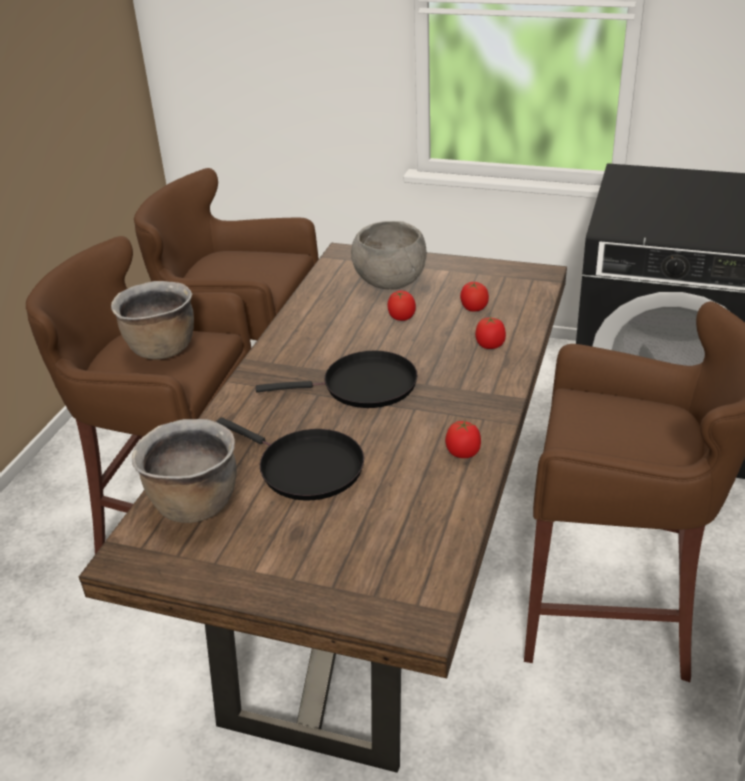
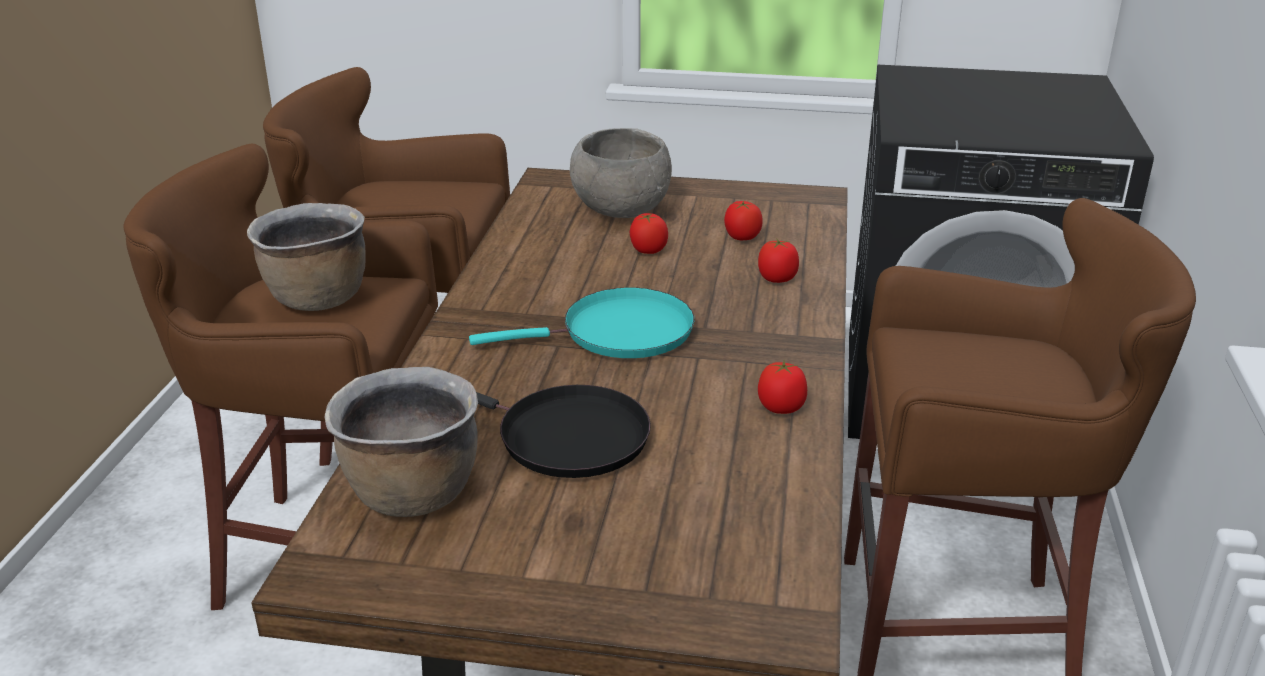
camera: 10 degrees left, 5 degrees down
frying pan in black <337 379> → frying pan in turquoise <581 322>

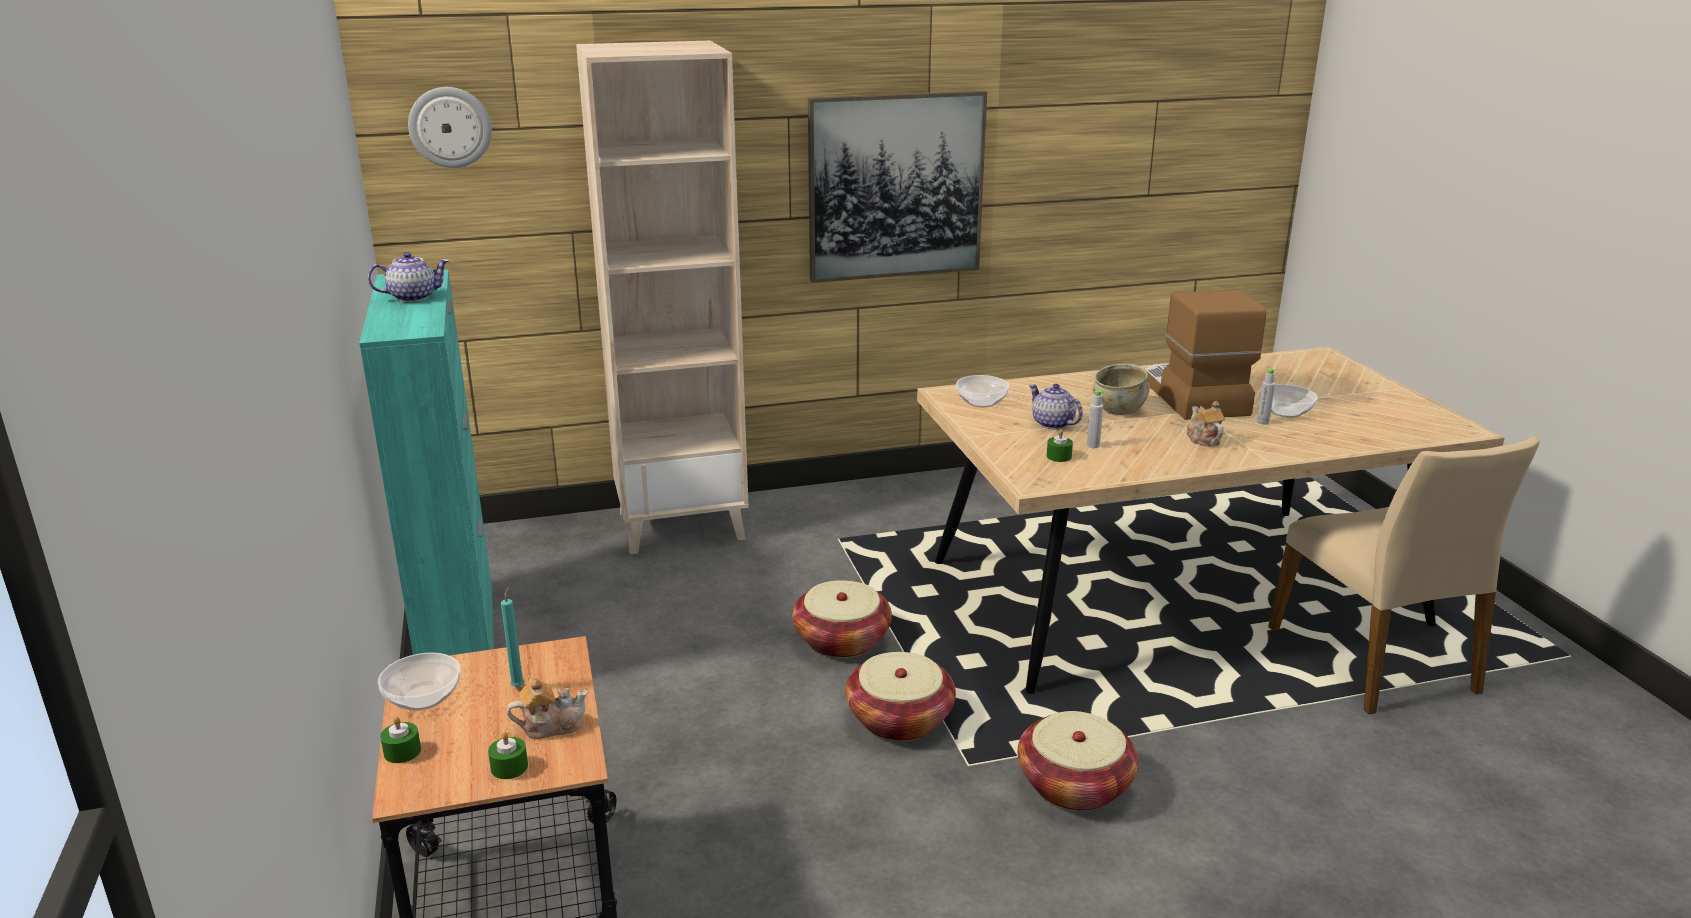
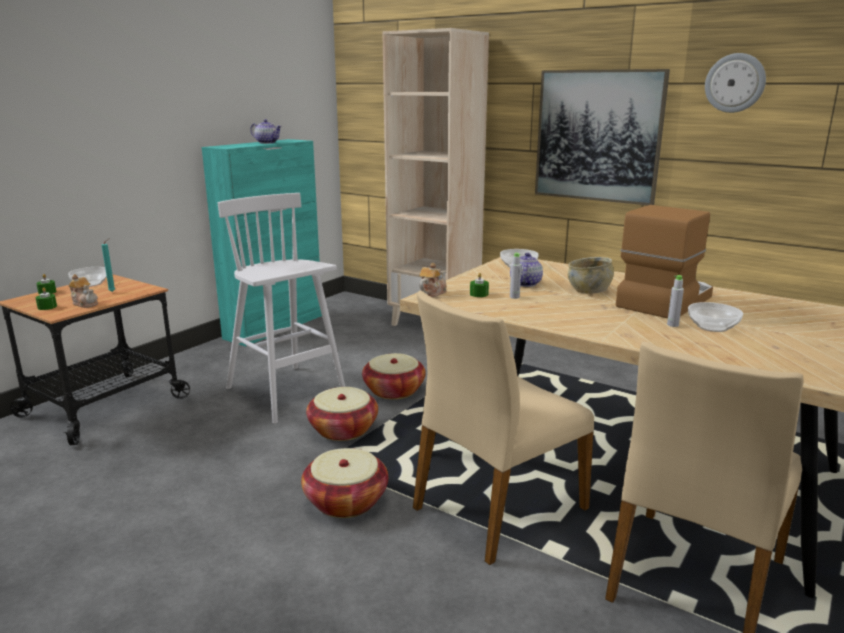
camera: 50 degrees right, 5 degrees down
- → stool in white <281 308>
- → chair in beige <503 427>
teapot <1206 423> → teapot <433 280>, move
wall clock <450 127> → wall clock <735 83>, move

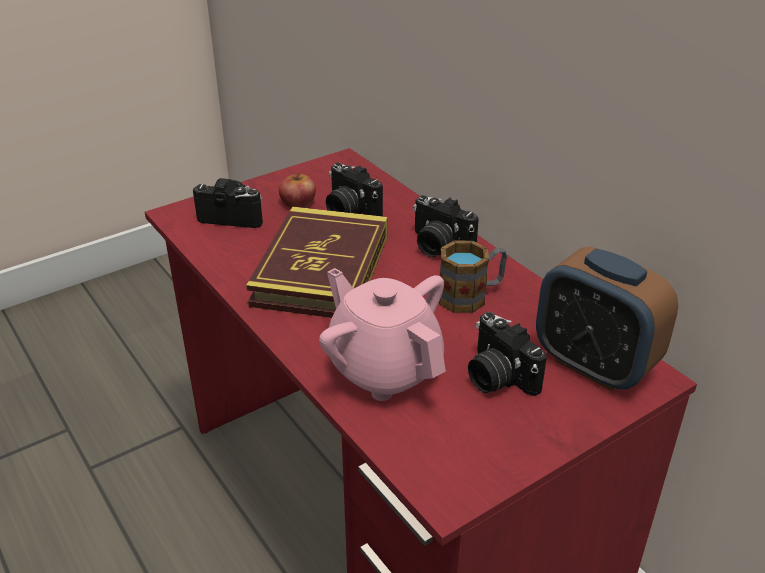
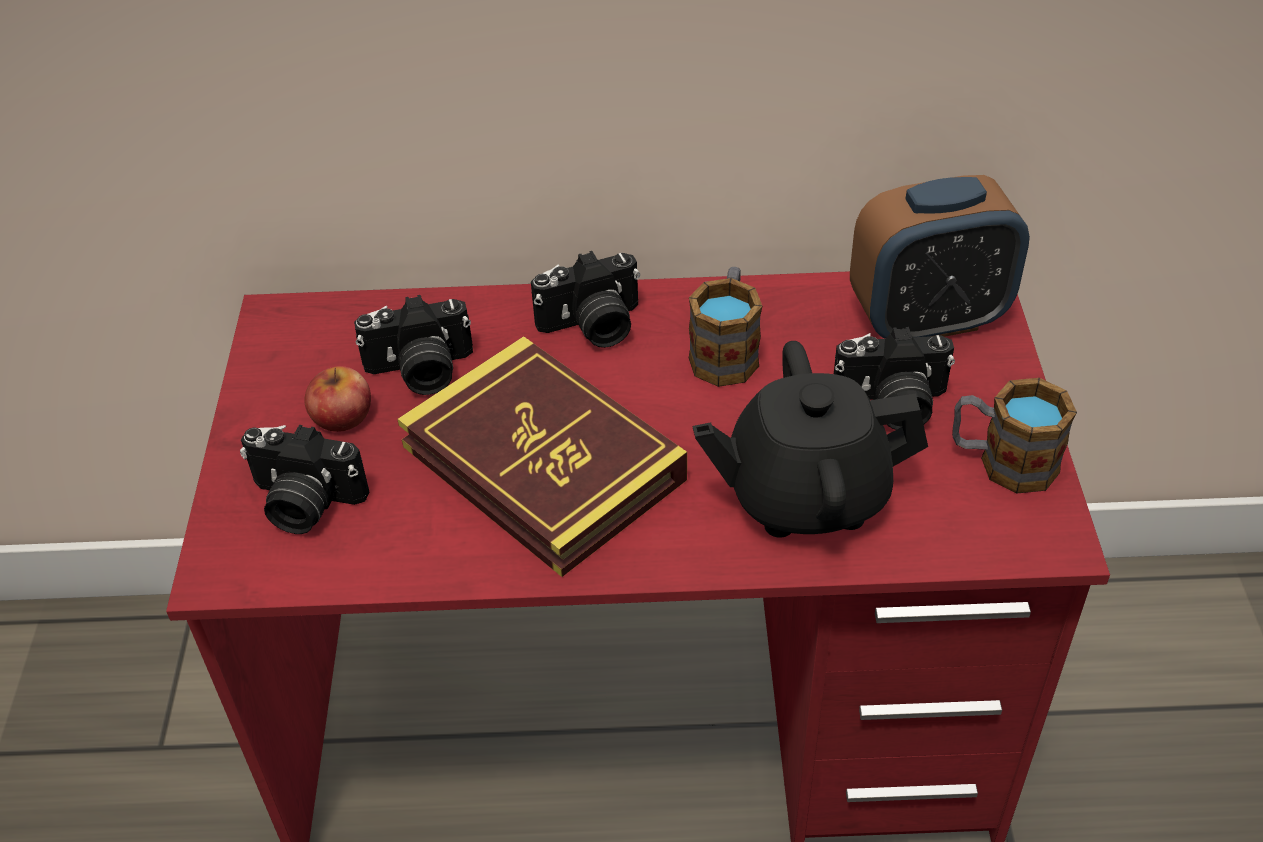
camera: 55 degrees left, 10 degrees up
photo camera <228 203> → photo camera <305 479>, 120 degrees counterclockwise
teapot in pink <382 334> → teapot in black <810 439>
- → mug <1014 436>

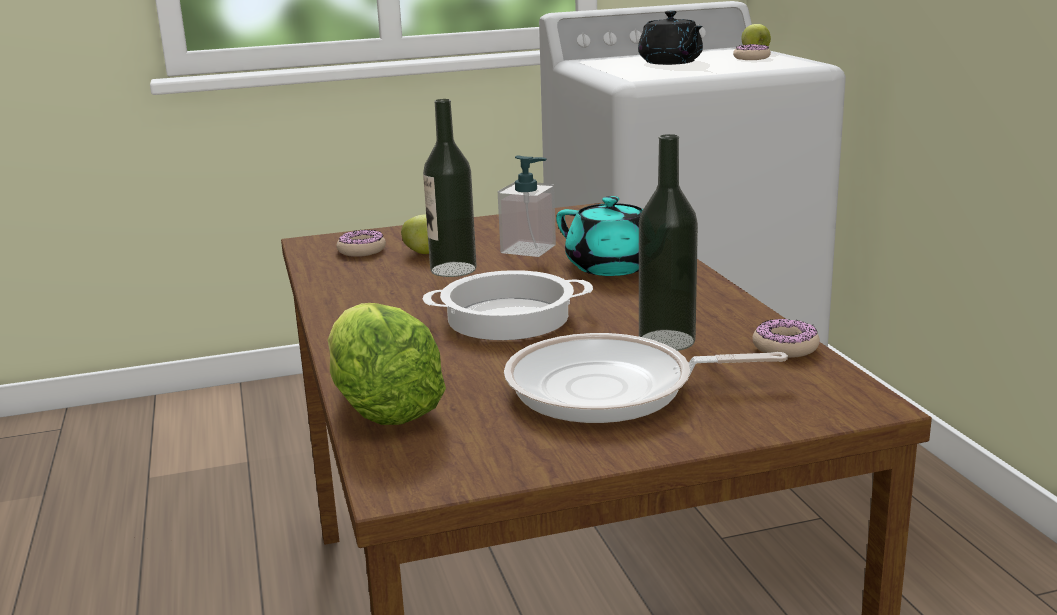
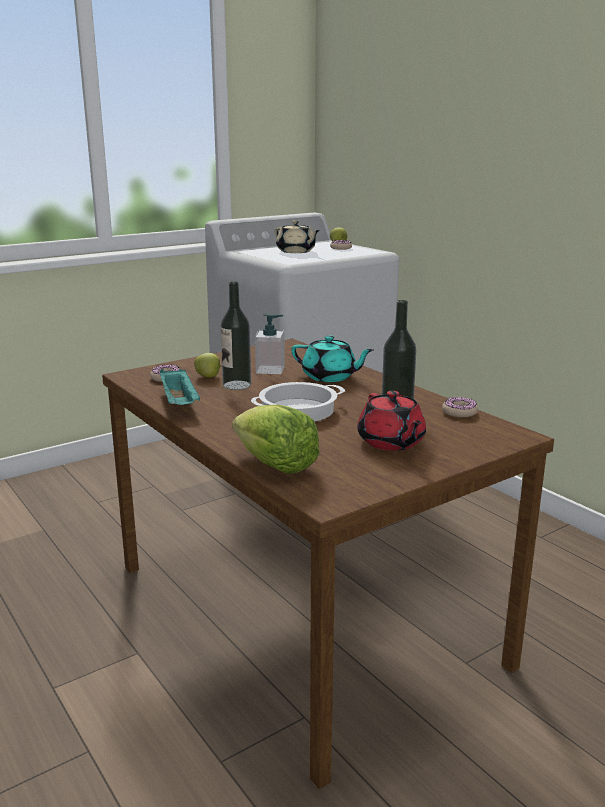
camera: 20 degrees left, 0 degrees up
- → tray in turquoise <180 387>
teapot in black <670 38> → teapot in beige <297 236>
frying pan <646 378> → teapot in red <391 421>

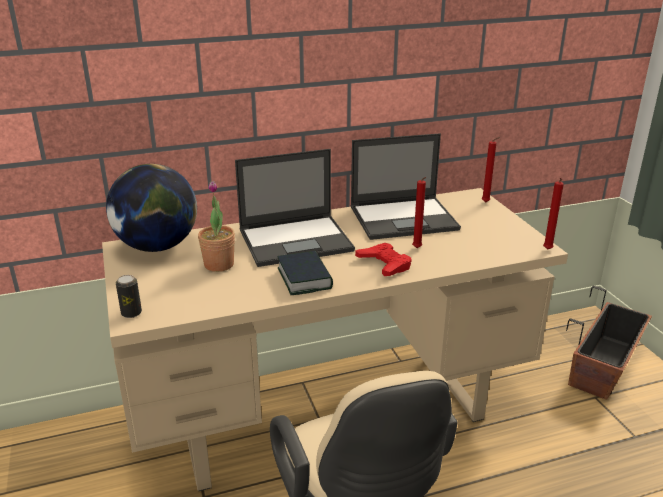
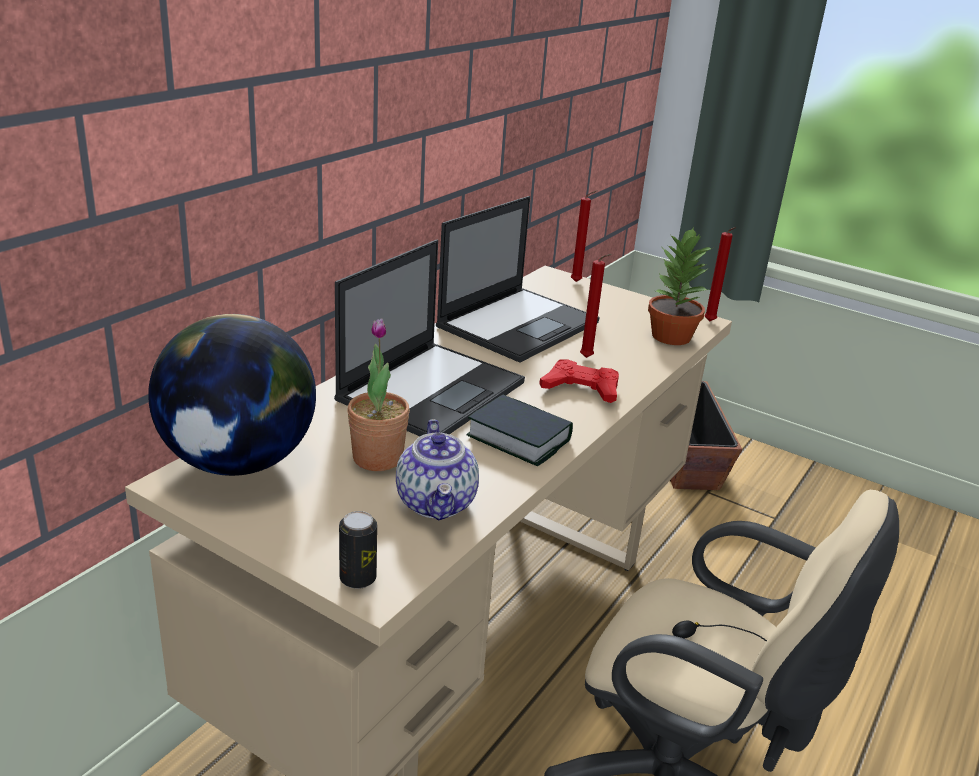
camera: 40 degrees left, 0 degrees up
- → teapot <437 469>
- → potted plant <679 286>

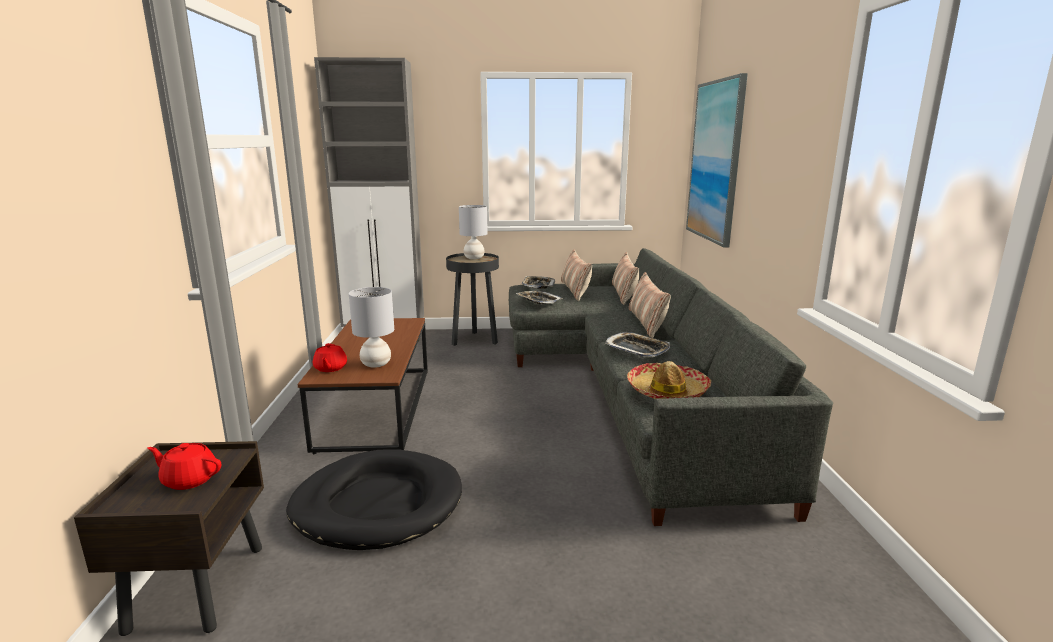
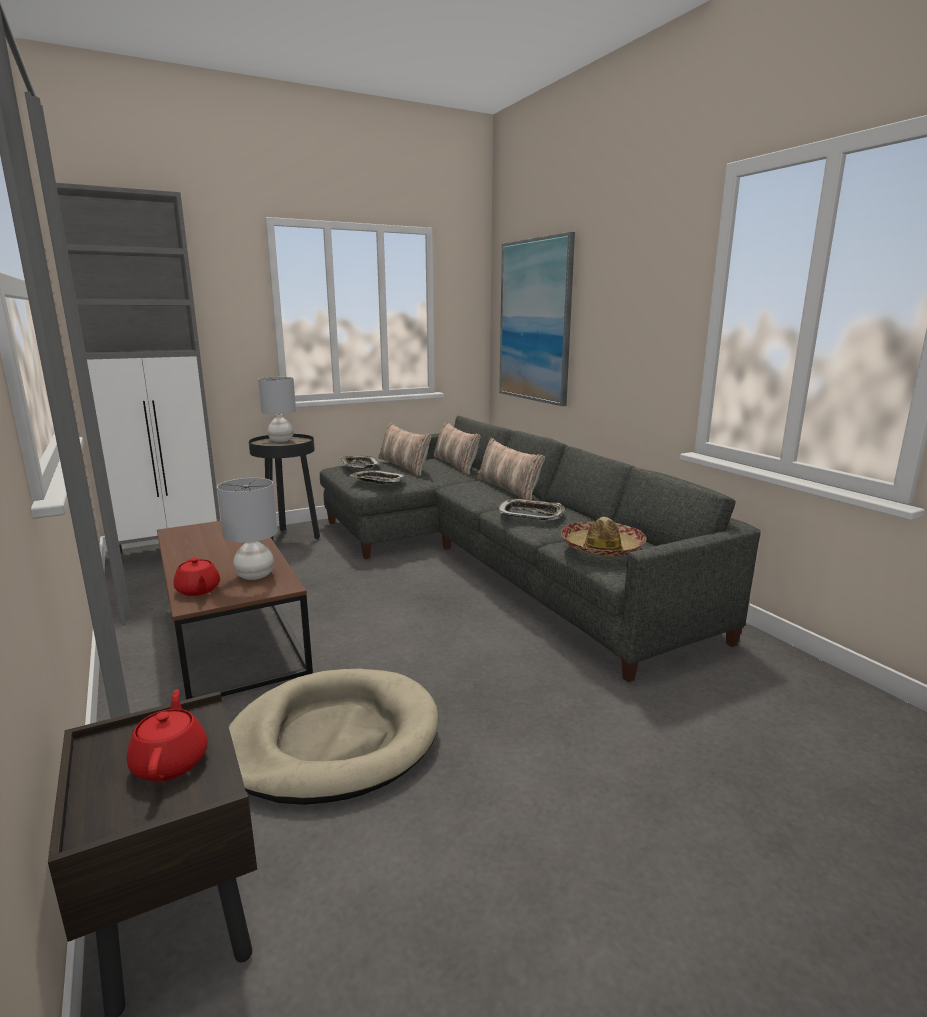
camera: 25 degrees left, 0 degrees up
teapot in red <184 466> → teapot in red <167 735>, 90 degrees clockwise
dog bed in black <374 499> → dog bed in beige <333 737>

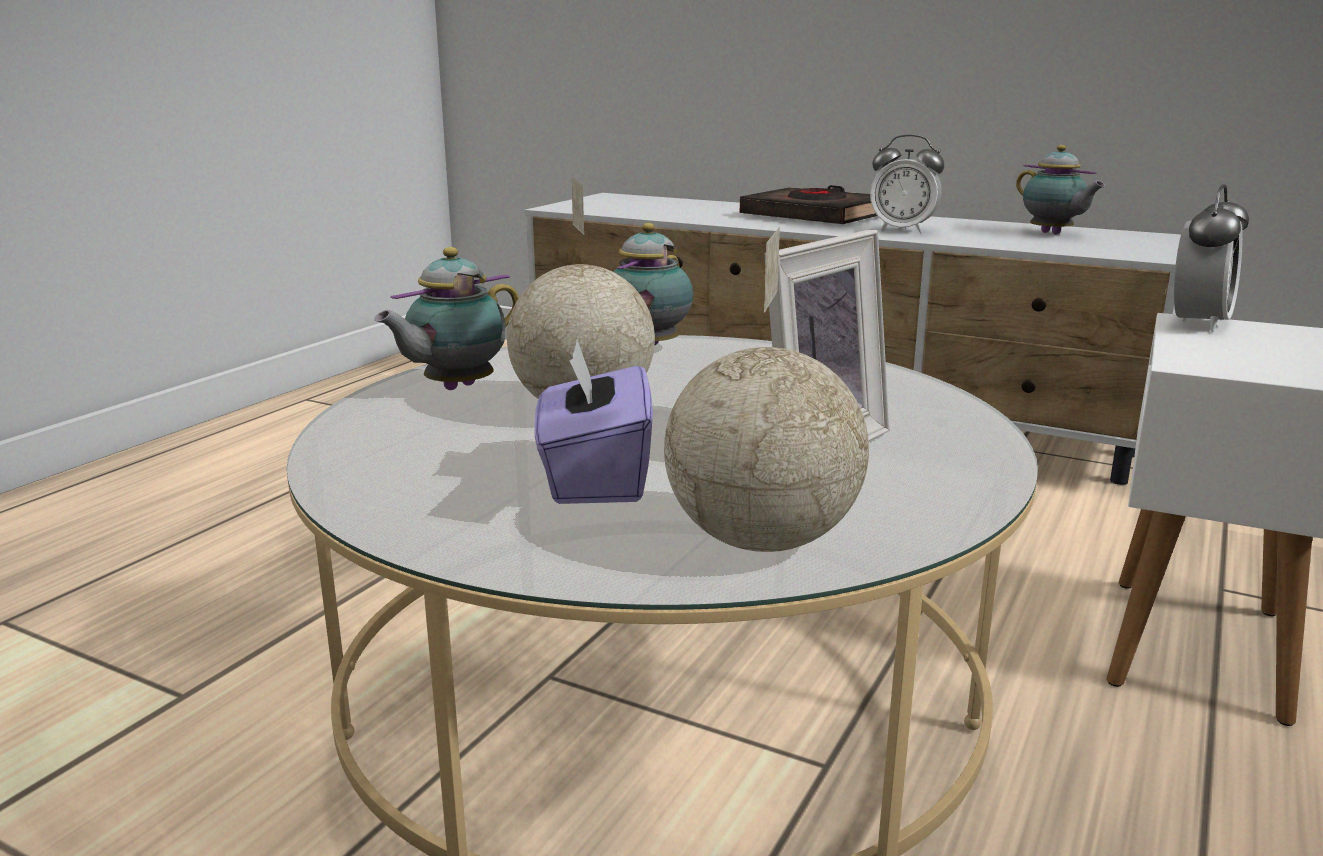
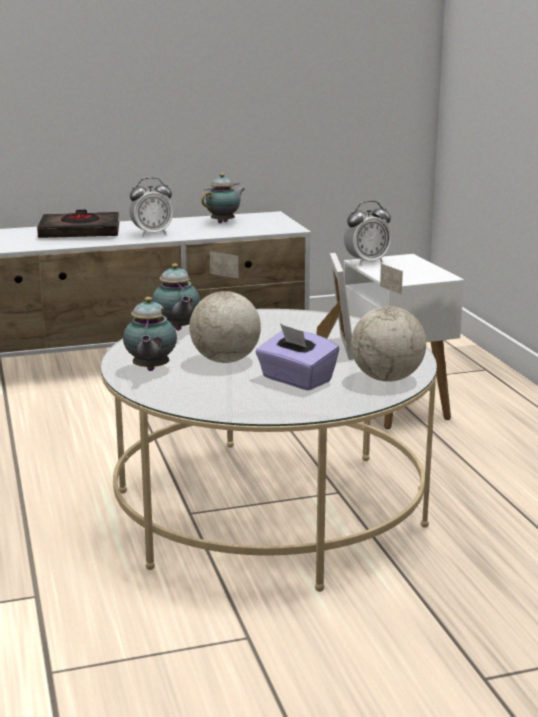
camera: 45 degrees left, 0 degrees up
teapot <1060 190> → teapot <222 198>, 60 degrees counterclockwise
alarm clock <1211 258> → alarm clock <368 233>, 75 degrees clockwise

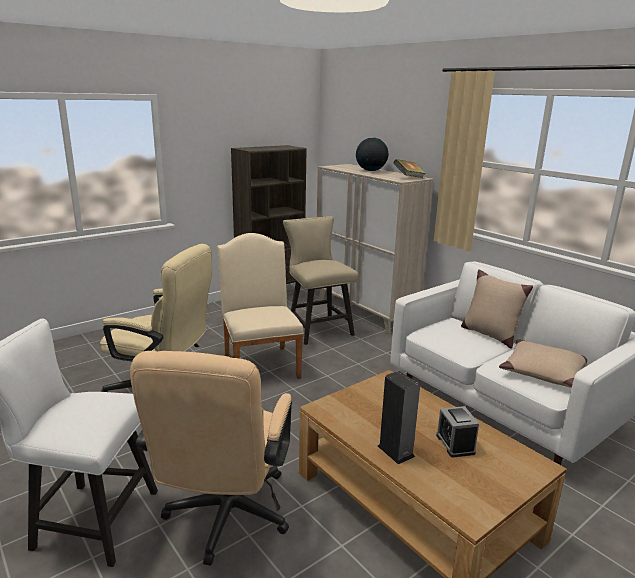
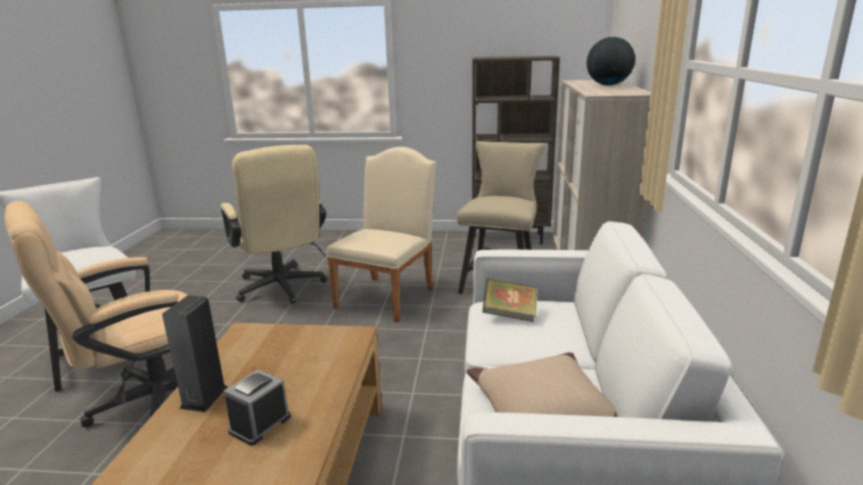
camera: 45 degrees right, 0 degrees up
book <409 168> → book <509 300>, move
pillow in beige <497 309> → -

